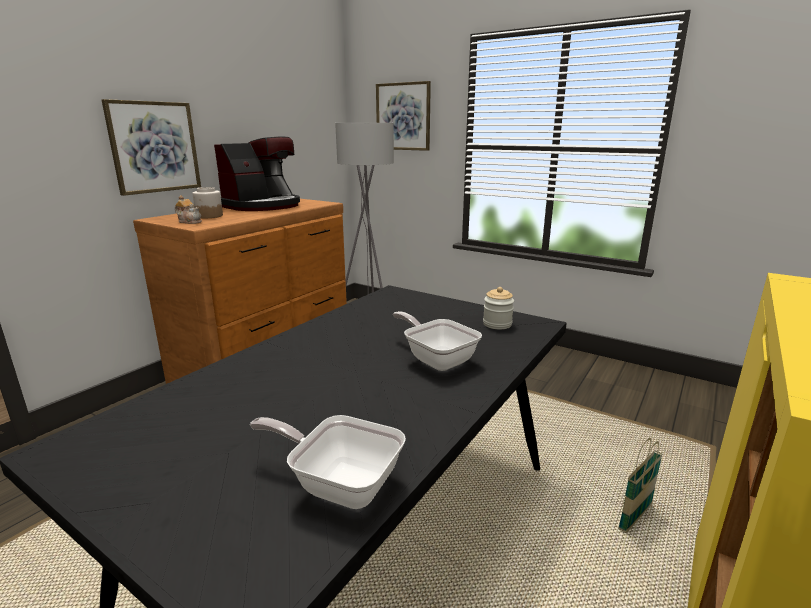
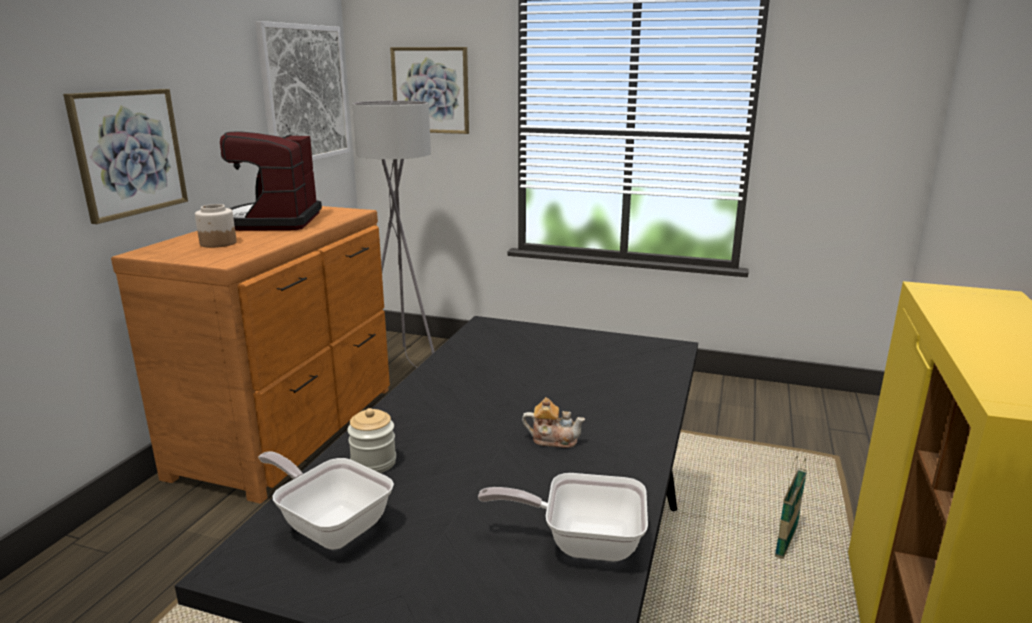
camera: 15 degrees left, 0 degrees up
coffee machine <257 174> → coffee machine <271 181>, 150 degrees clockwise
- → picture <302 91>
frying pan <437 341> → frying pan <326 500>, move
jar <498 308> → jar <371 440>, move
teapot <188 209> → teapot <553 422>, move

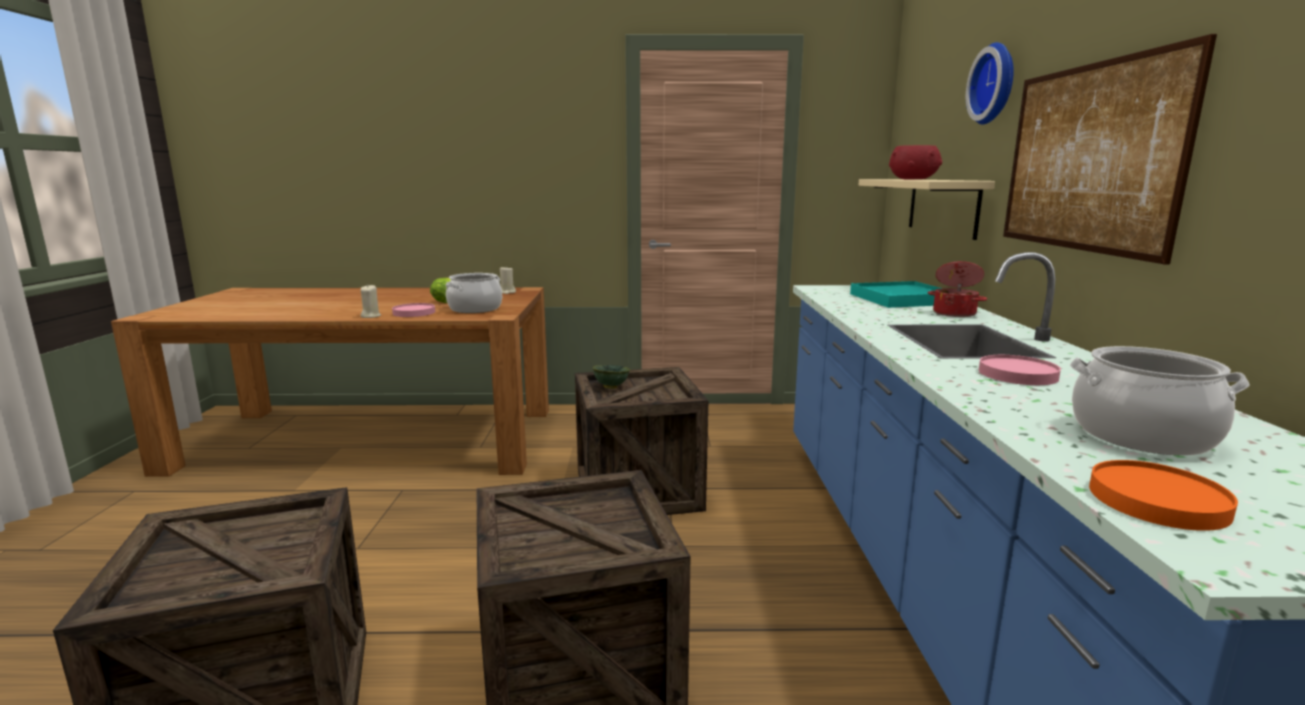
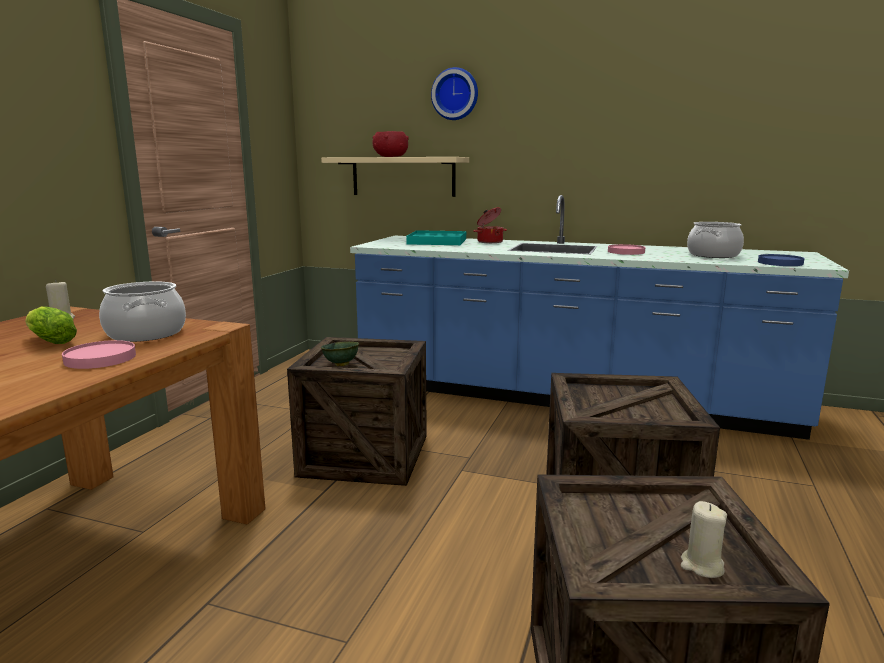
camera: 70 degrees left, 0 degrees up
candle in beige <370 301> → candle in beige <704 539>, move
plate in orange <1163 495> → plate in blue <781 260>
picture <1110 149> → -

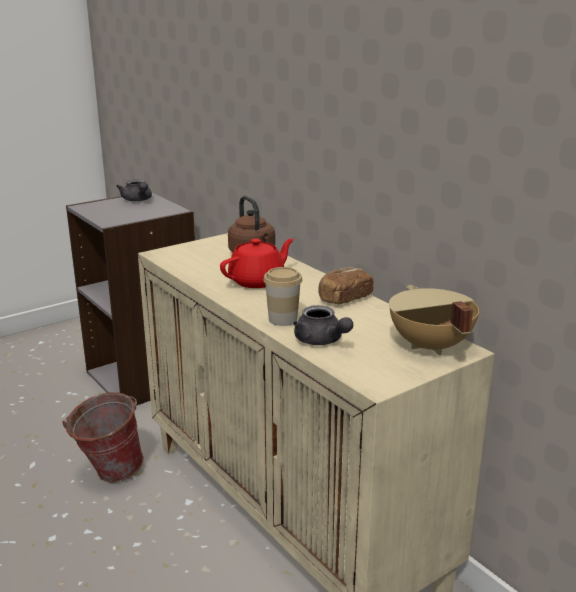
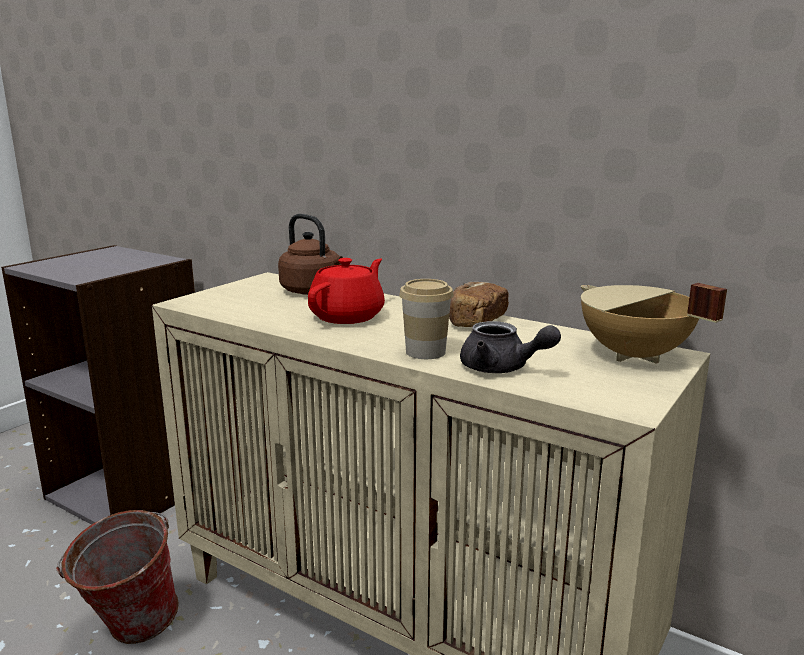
camera: 20 degrees left, 5 degrees down
teapot in grey <134 190> → -

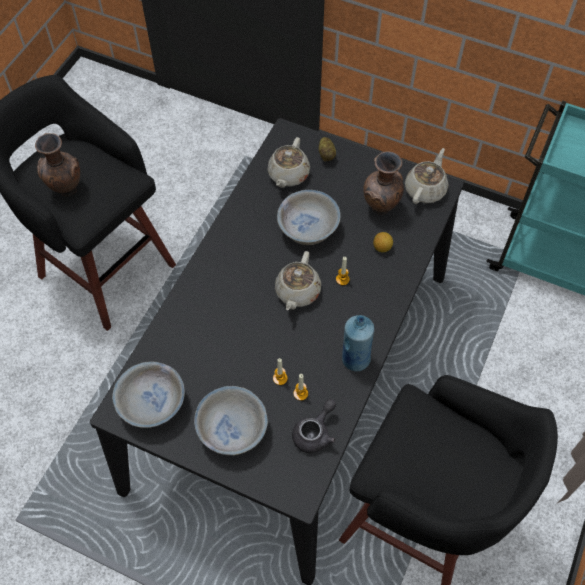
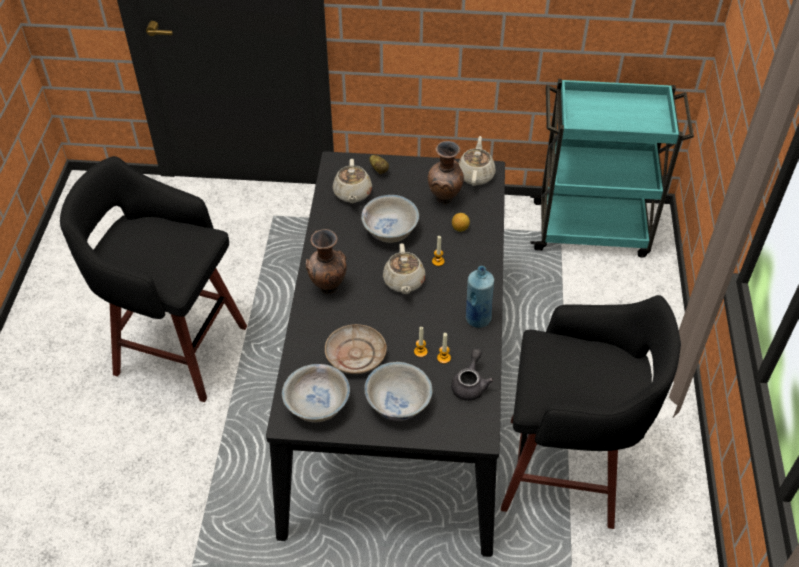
camera: 20 degrees left, 10 degrees down
vase in brown <57 164> → vase in brown <326 261>, move
- → plate in beige <356 349>

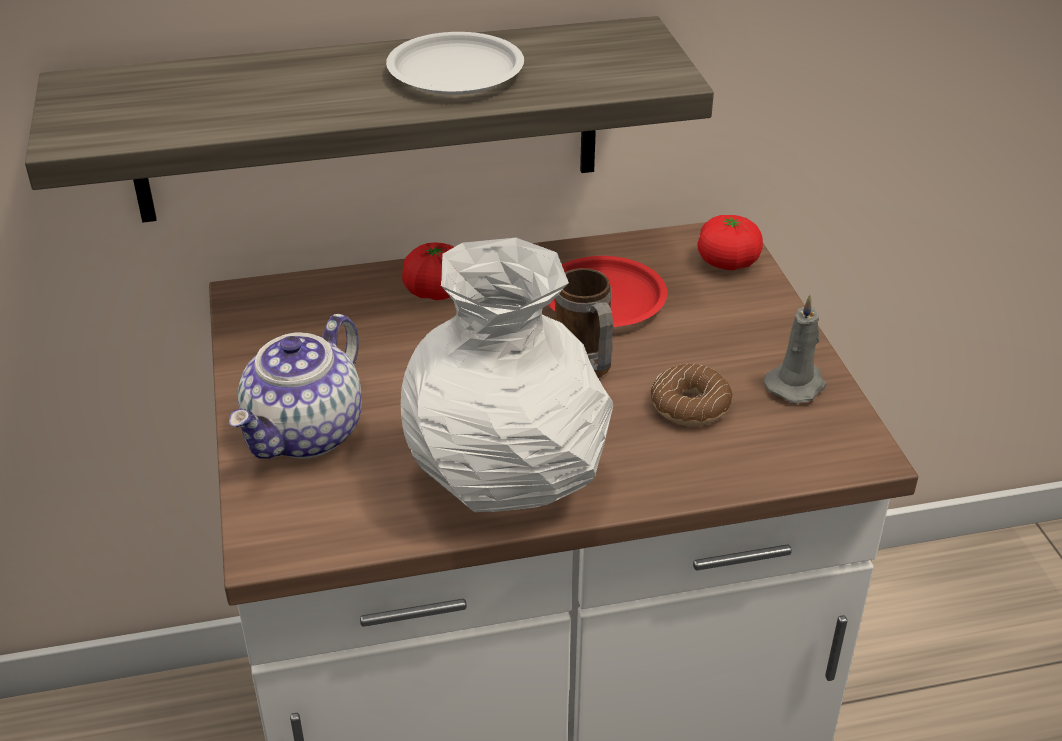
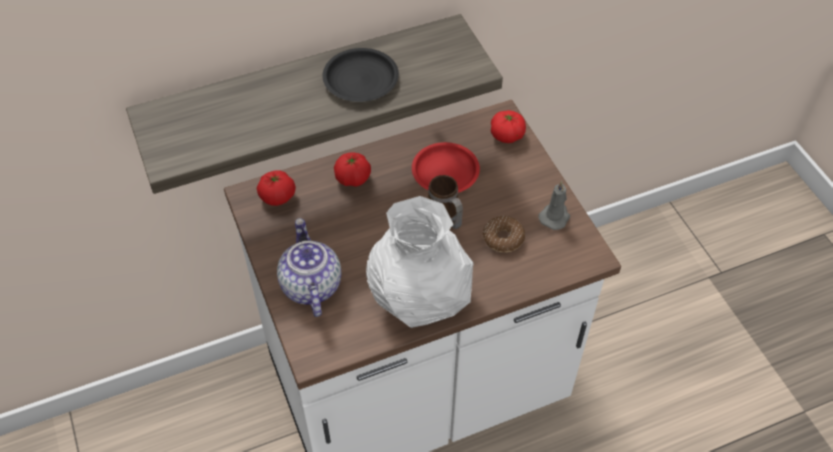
camera: 10 degrees left, 15 degrees up
- → tomato <276 188>
teapot <295 386> → teapot <309 267>, 150 degrees clockwise
plate in white <455 63> → plate in black <360 75>

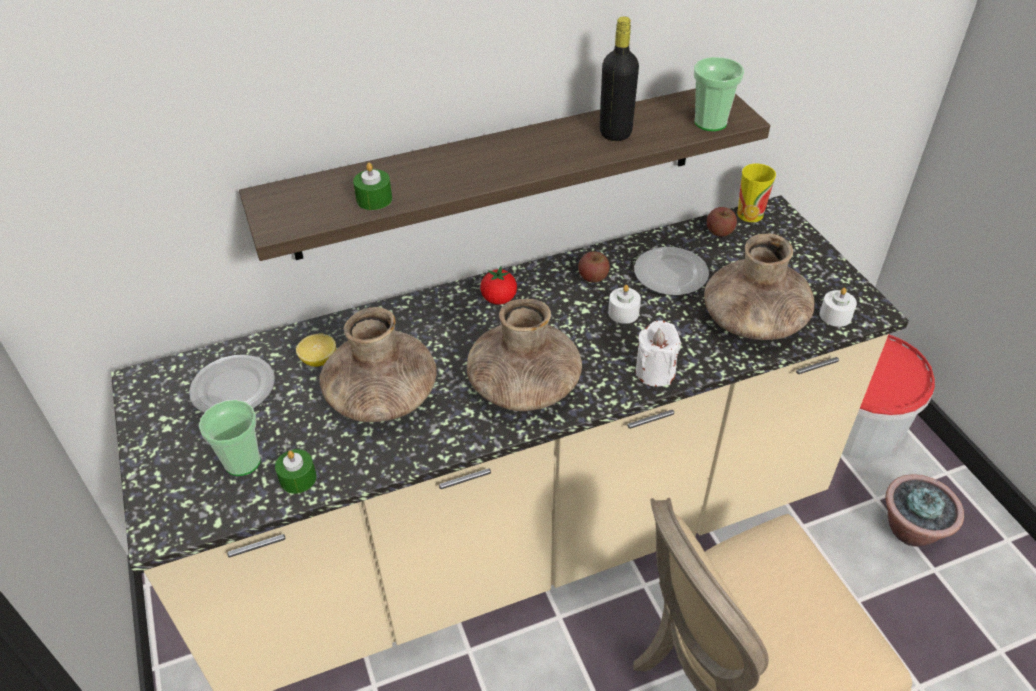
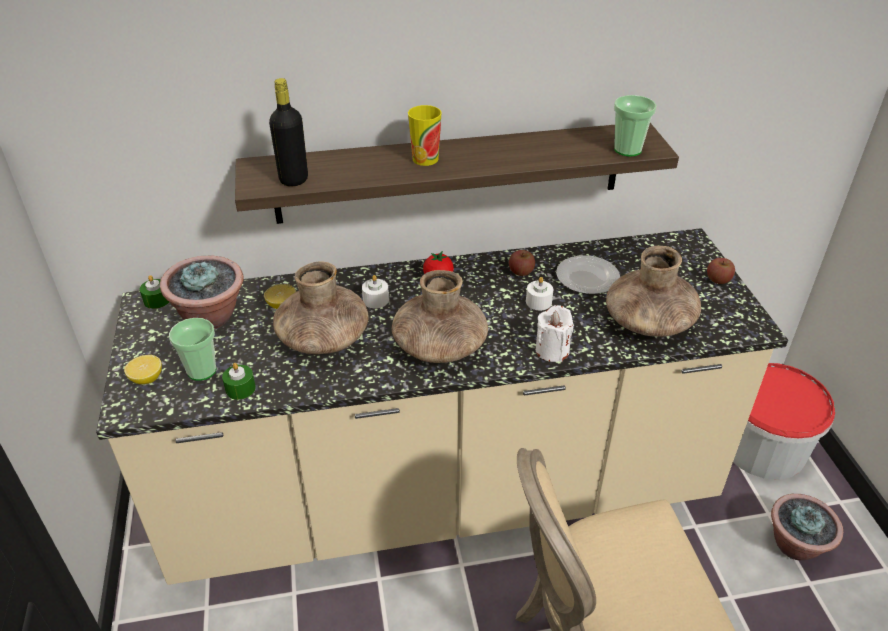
camera: 10 degrees right, 5 degrees down
- → lemon <143 369>
candle in green <372 186> → candle in green <154 292>, move
plate <232 384> → potted plant <202 292>
bottle in black <619 79> → bottle in black <288 132>, move
candle in white <838 307> → candle in white <375 291>, move
cup <756 193> → cup <425 135>, move
apple <722 222> → apple <721 271>, move

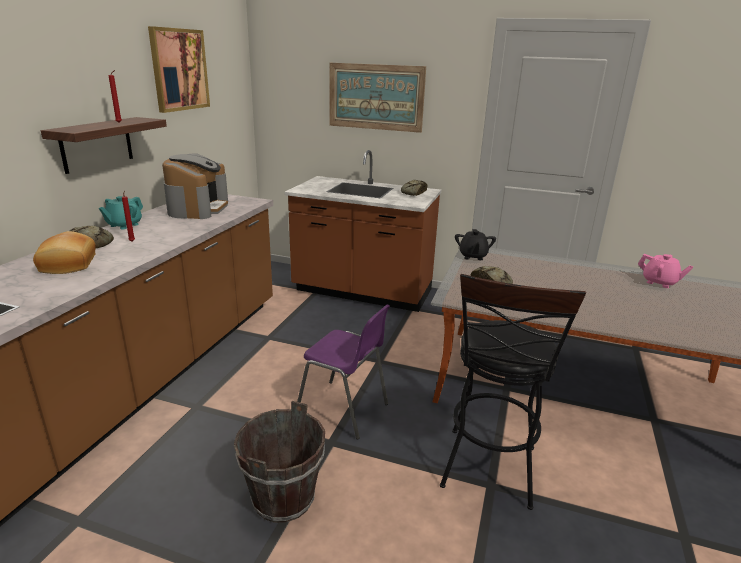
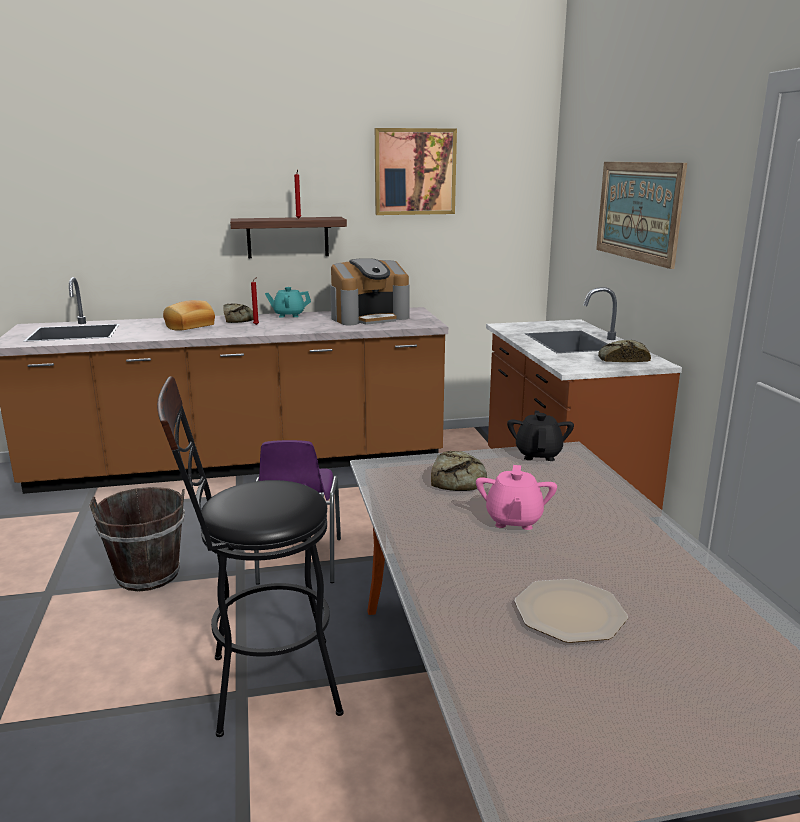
camera: 60 degrees right, 5 degrees down
teapot in pink <665 271> → teapot in pink <516 497>, move
teapot in black <475 244> → teapot in black <540 436>, 120 degrees clockwise
- → plate <571 611>

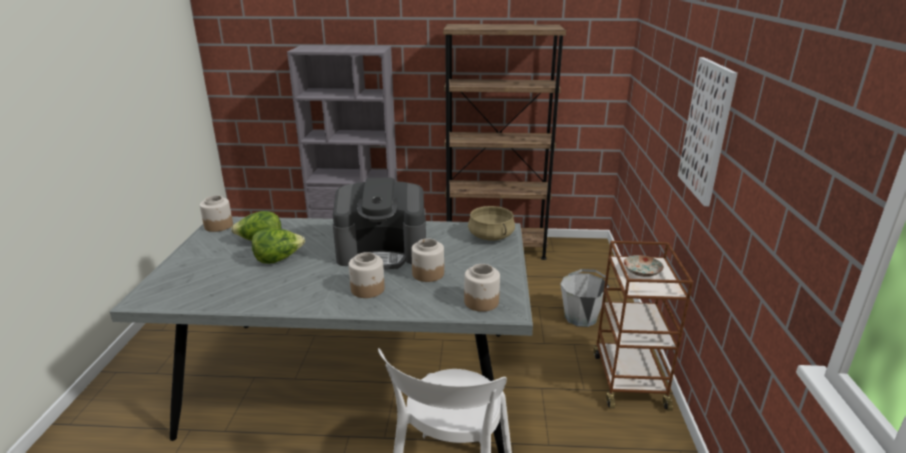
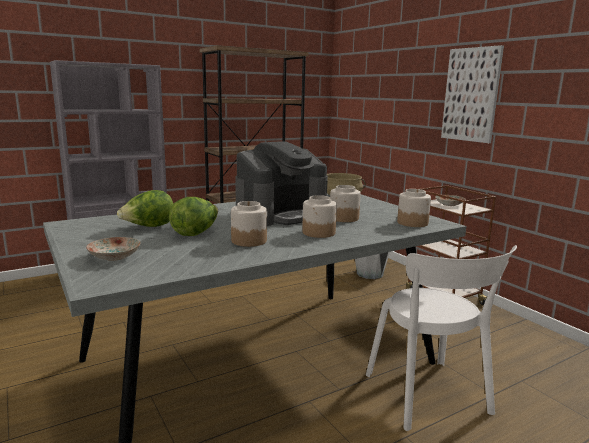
camera: 35 degrees left, 10 degrees down
- → plate <113 249>
jar <216 213> → jar <249 224>, move

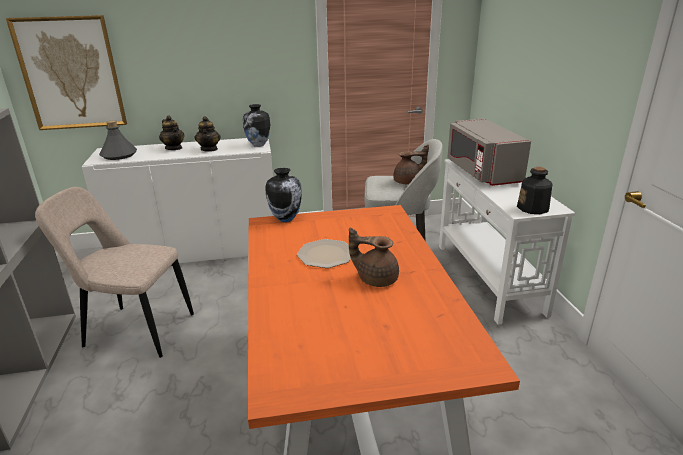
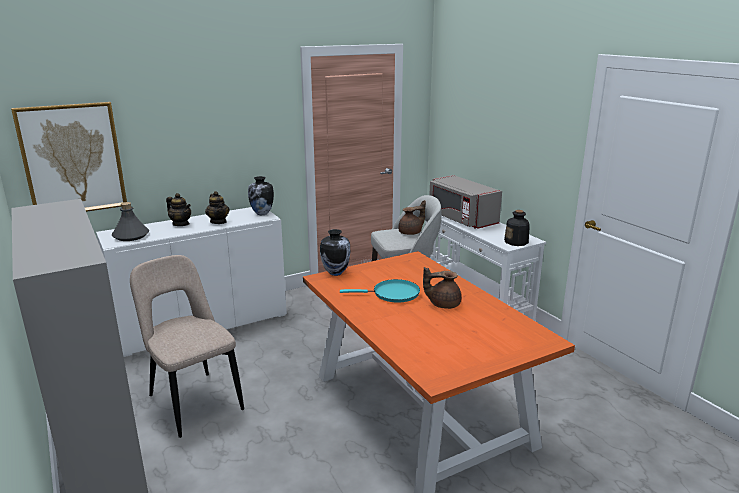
camera: 20 degrees left, 5 degrees down
chair in beige <114 272> → chair in beige <187 346>, 60 degrees clockwise
plate <324 253> → frying pan in turquoise <380 291>

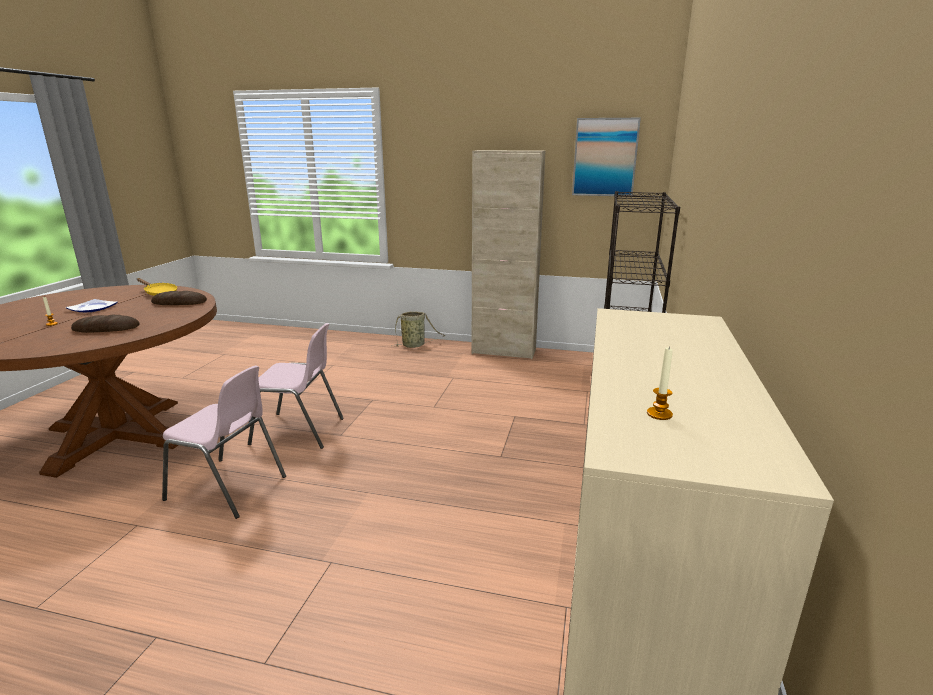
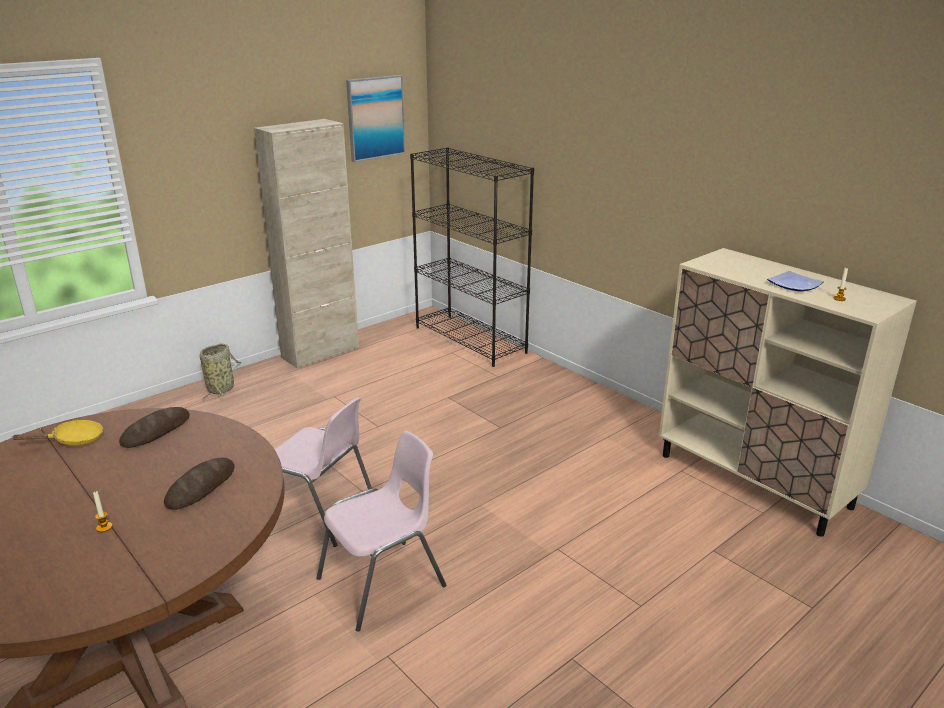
camera: 55 degrees left, 5 degrees up
chair in pink <296 386> → chair in pink <323 472>, 75 degrees clockwise
plate <92 305> → plate <795 281>, move

